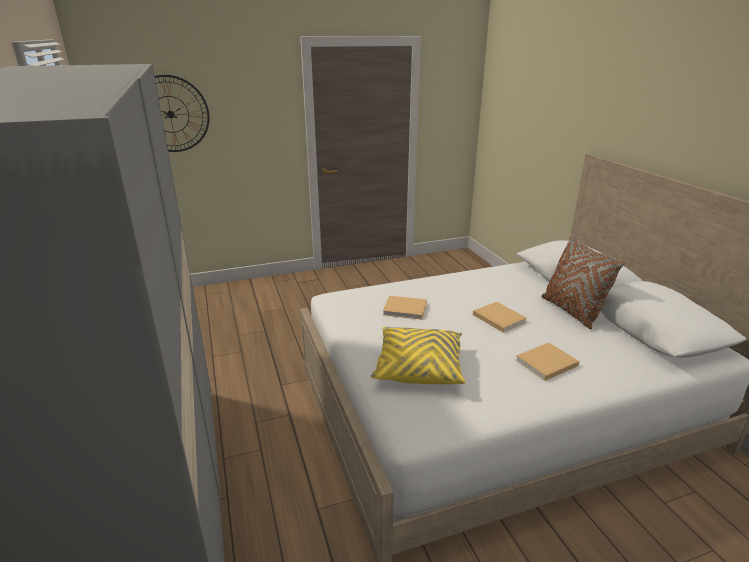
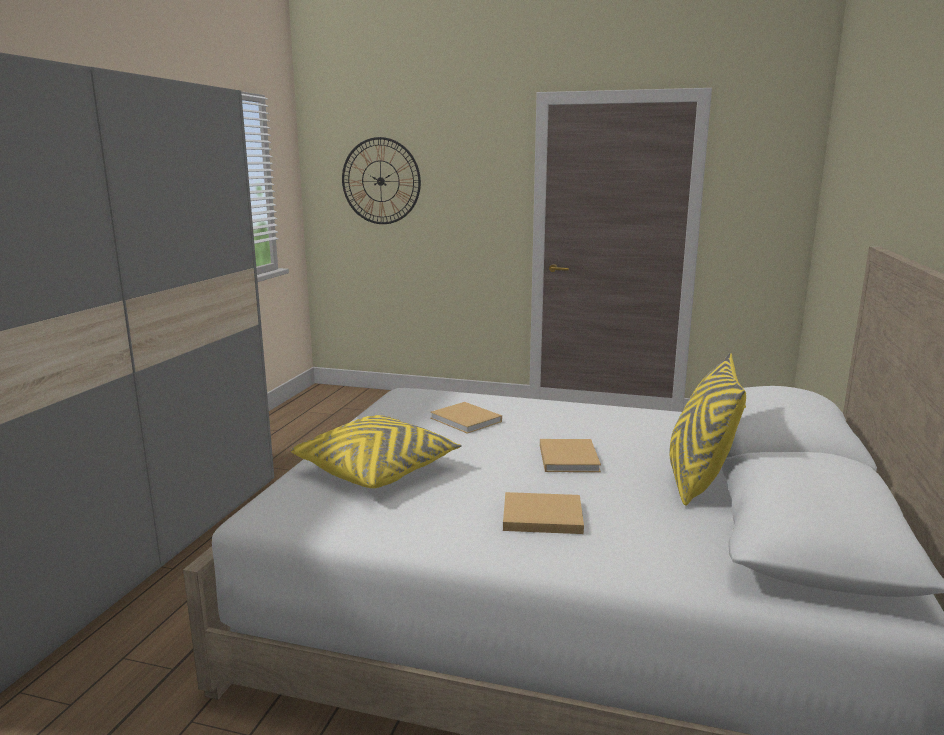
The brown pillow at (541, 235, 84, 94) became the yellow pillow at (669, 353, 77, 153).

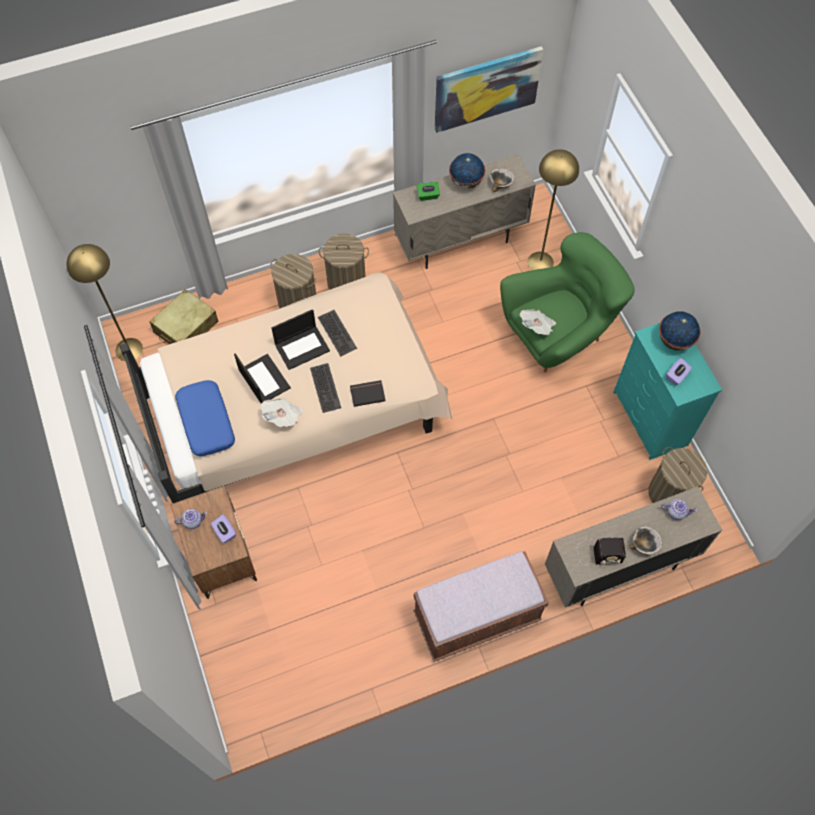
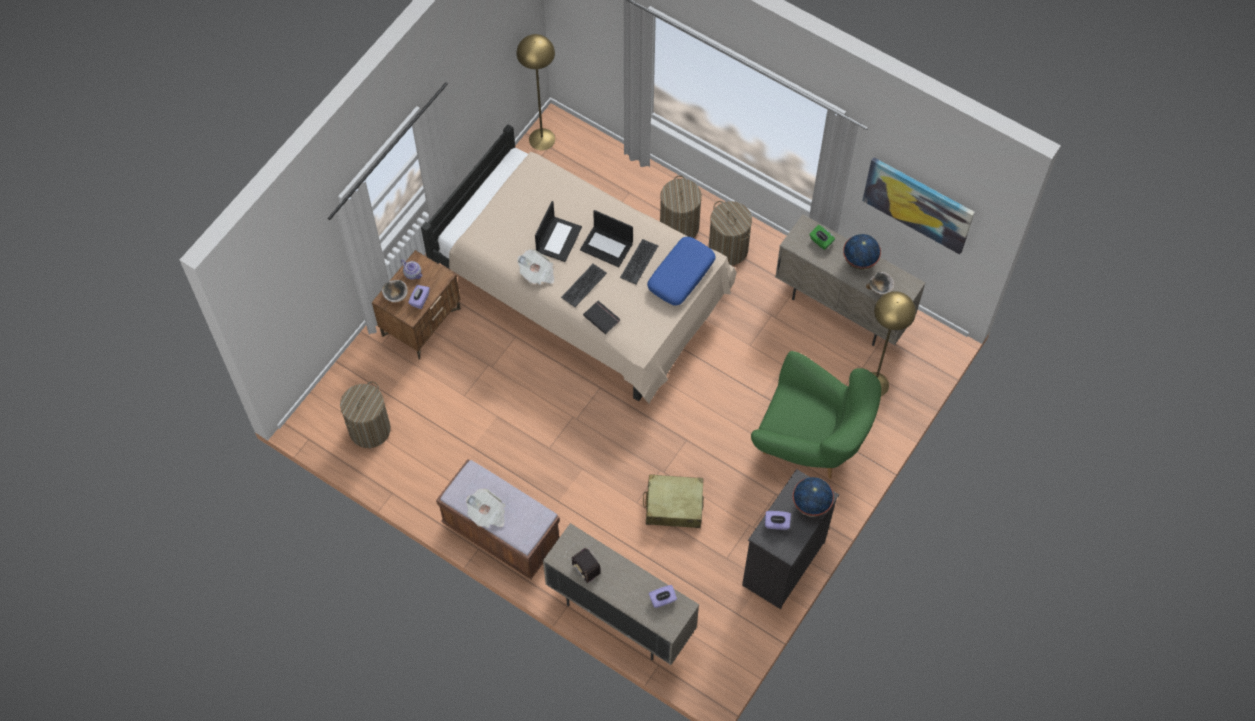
The beige suitcase moved from (149, 289, 69, 56) to (643, 474, 61, 54). The blue pillow moved from (175, 380, 60, 76) to (647, 237, 69, 68). The newspaper moved from (520, 310, 36, 25) to (466, 489, 39, 39). The bowl moved from (629, 527, 33, 28) to (382, 280, 26, 22). The laundry basket moved from (648, 447, 59, 56) to (340, 381, 51, 67). The teapot at (661, 499, 36, 21) was replaced by the purple tissue box at (649, 585, 28, 23). The turquoise dresser at (613, 323, 109, 137) became the black dresser at (742, 469, 97, 140).

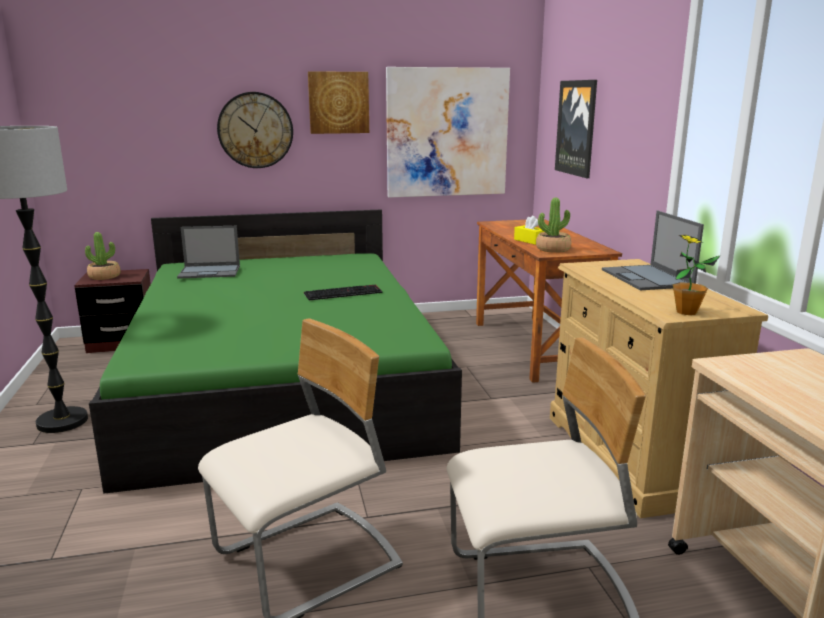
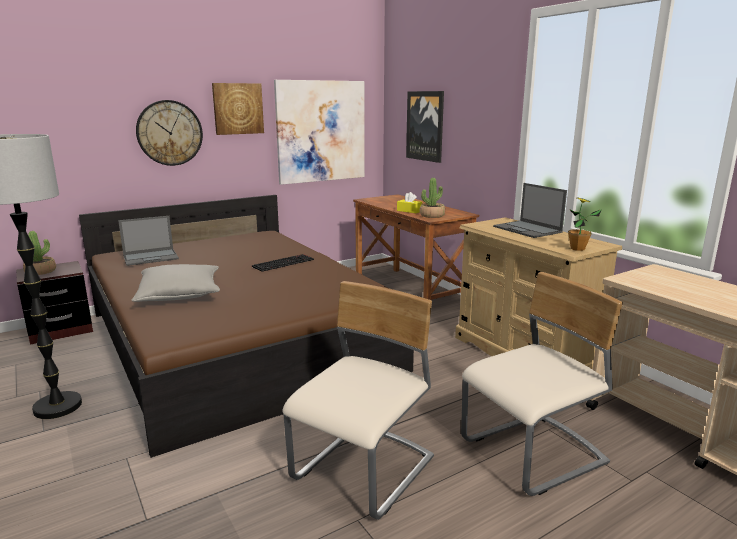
The grey pillow at (132, 264, 88, 38) appeared. The green bed at (89, 210, 373, 284) became the brown bed at (79, 195, 335, 263).

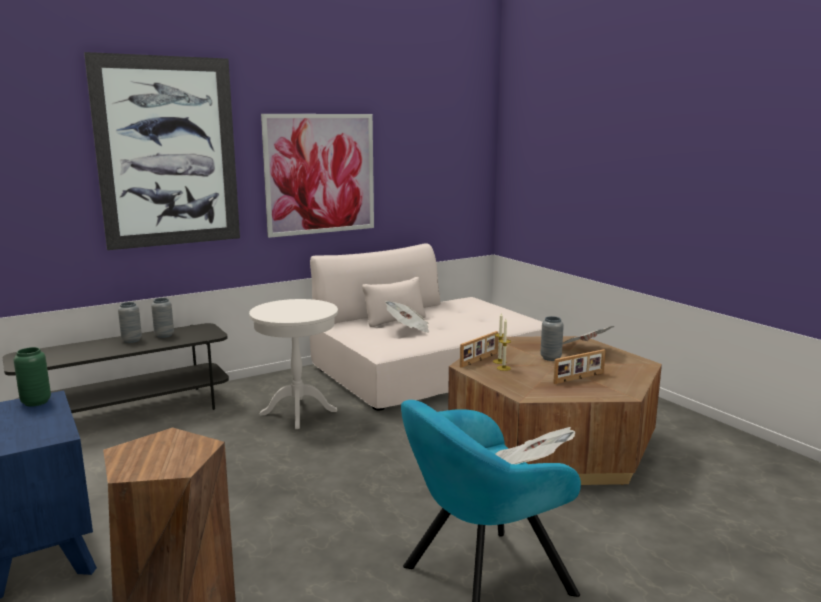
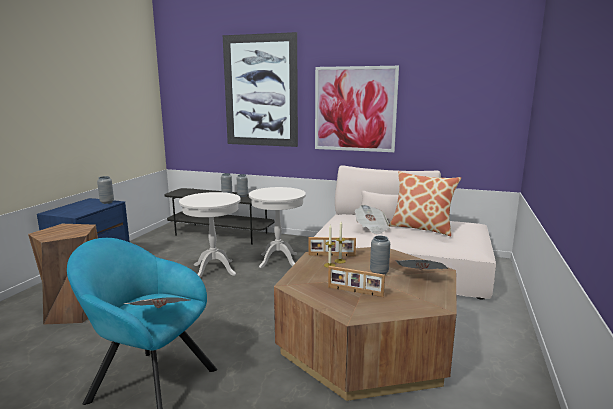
The white side table at (179, 192, 62, 86) appeared. The pillow at (389, 171, 72, 65) appeared. The green vase at (14, 347, 37, 60) became the grey vase at (97, 176, 17, 28).

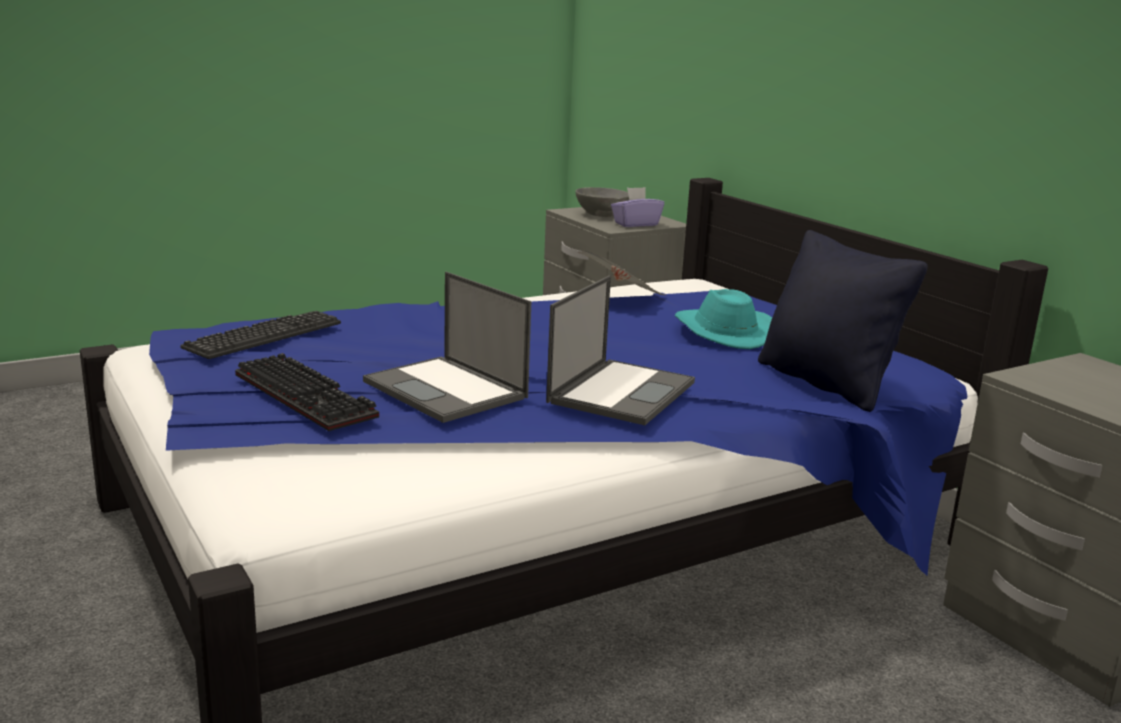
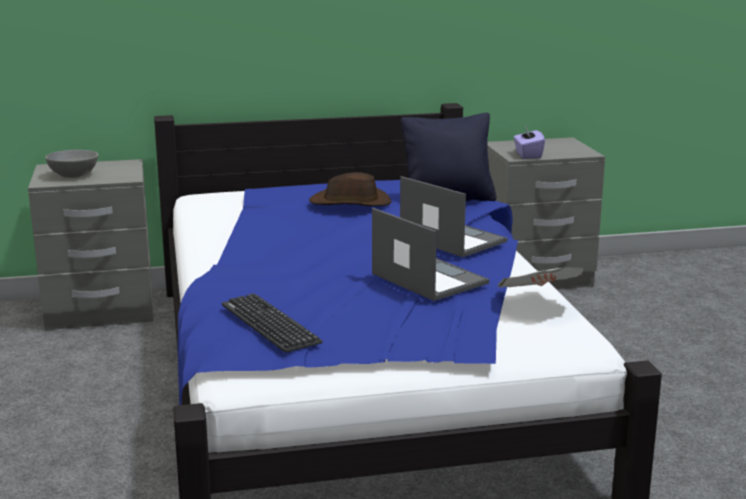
The keyboard at (235, 353, 144, 78) disappeared. The newspaper moved from (578, 251, 87, 44) to (498, 267, 86, 20). The purple tissue box moved from (611, 187, 53, 40) to (514, 126, 31, 33). The turquoise hat at (675, 289, 97, 60) became the brown hat at (309, 172, 82, 34). The laptop at (363, 272, 168, 151) turned 105 degrees counterclockwise.

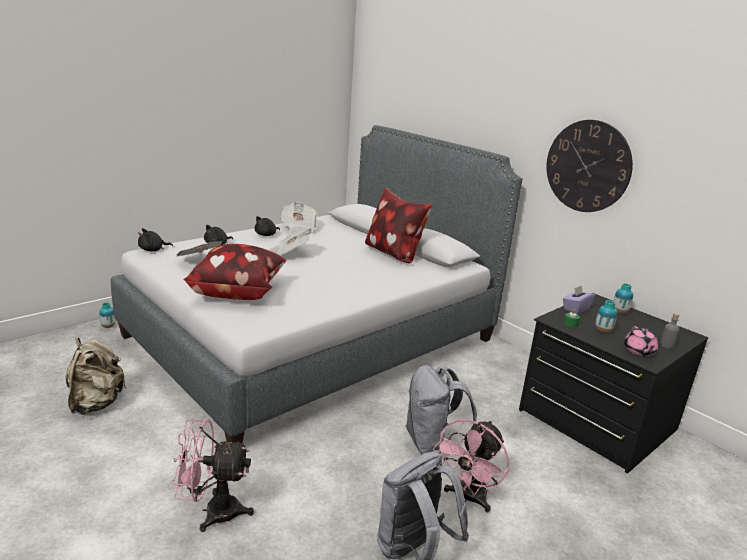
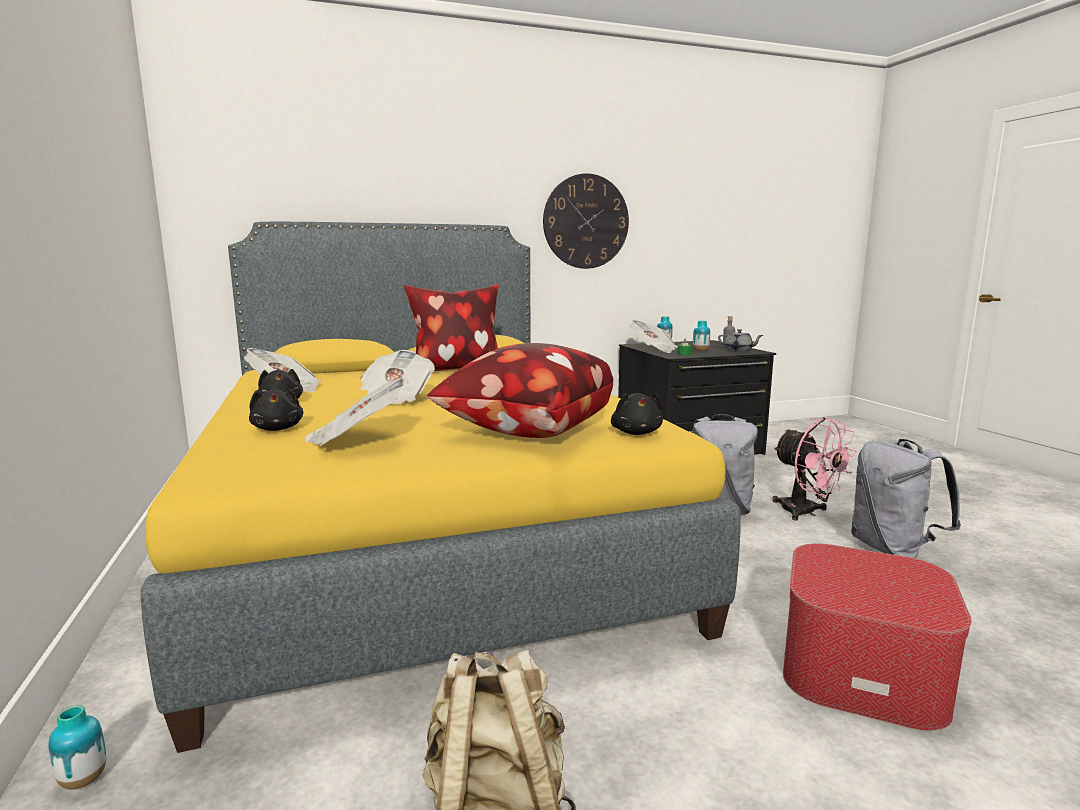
The black plush toy moved from (138, 228, 35, 23) to (611, 393, 52, 42). The pink fan at (172, 419, 82, 113) was replaced by the ottoman at (783, 543, 188, 188). The purple tissue box at (563, 285, 32, 29) was replaced by the newspaper at (629, 320, 49, 33). The grey bed at (111, 125, 411, 318) became the yellow bed at (141, 222, 600, 531). The pink teapot at (624, 326, 34, 30) became the grey teapot at (718, 329, 45, 23).

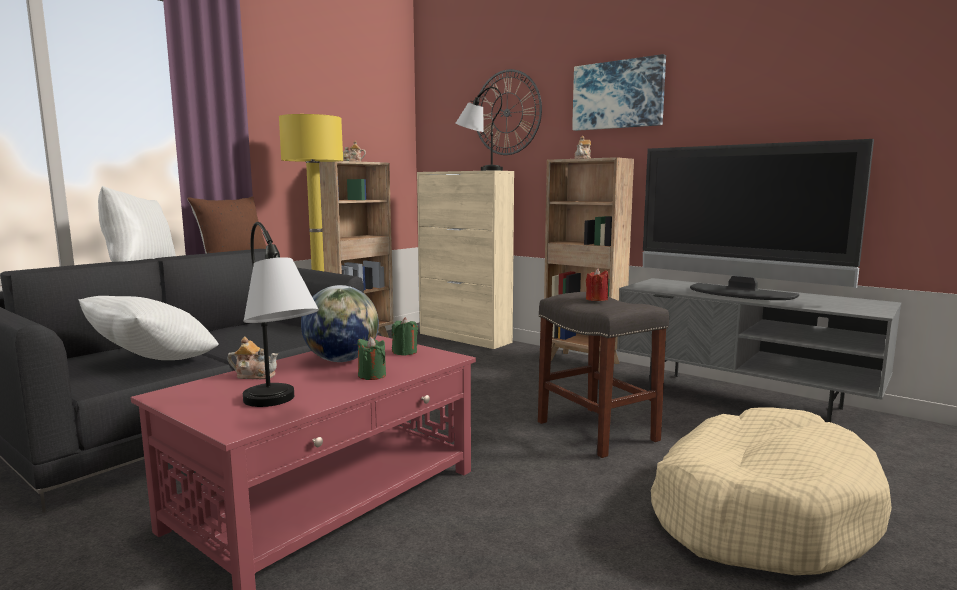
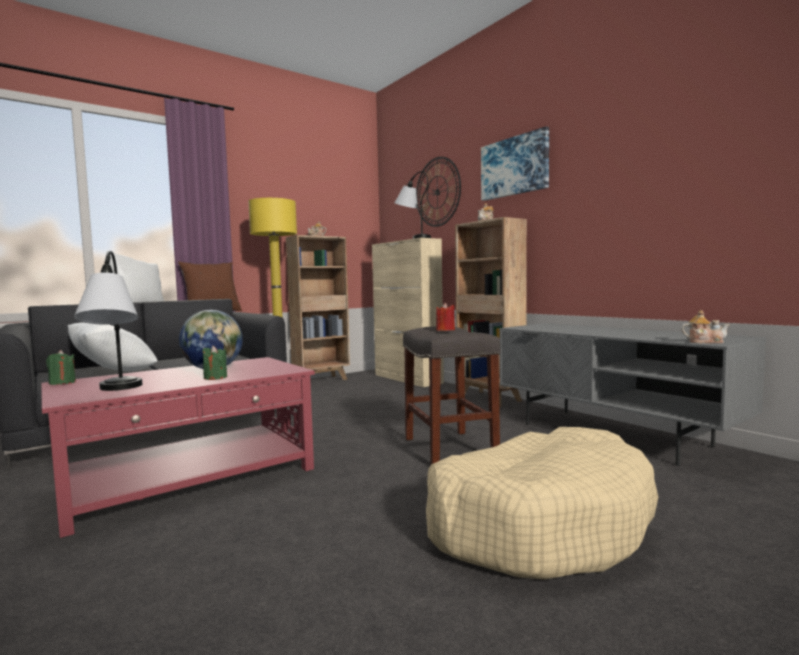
The television at (643, 139, 231, 161) disappeared. The teapot moved from (227, 336, 51, 43) to (681, 310, 49, 34). The green candle moved from (392, 317, 26, 39) to (46, 350, 30, 35).

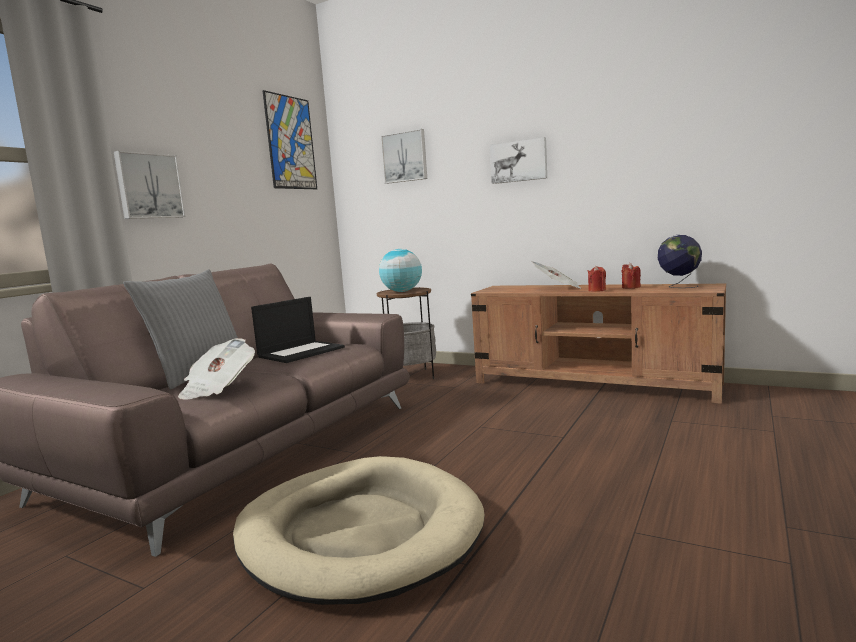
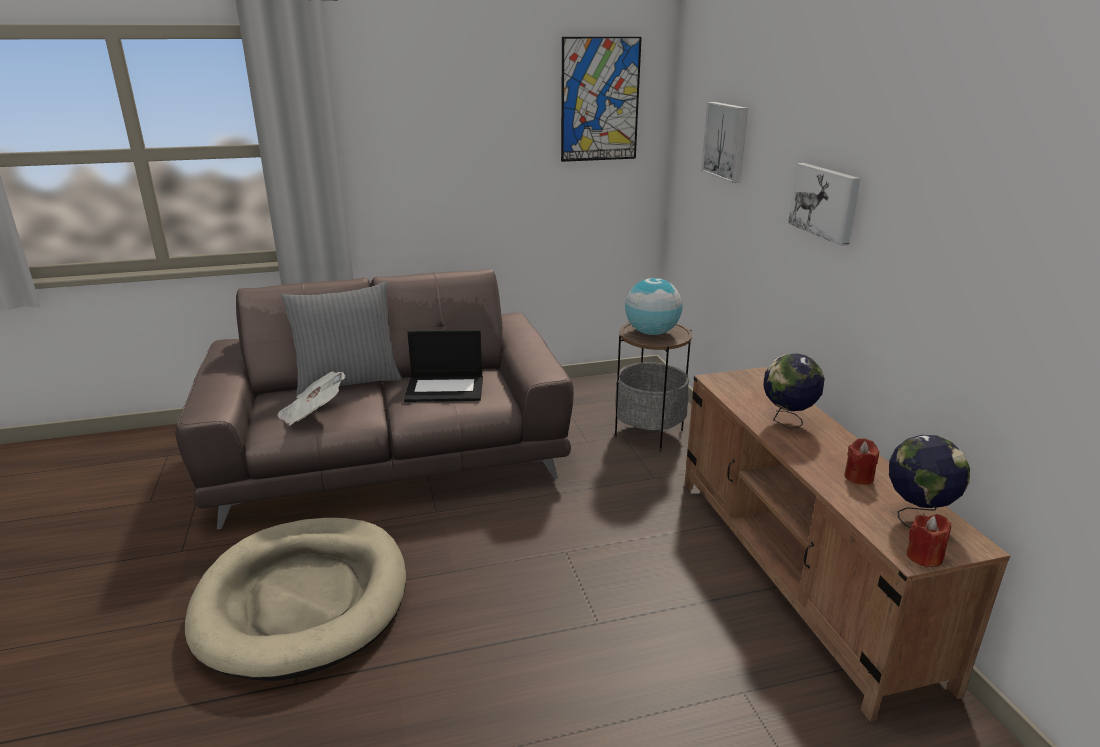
The picture at (114, 151, 71, 68) disappeared. The red candle moved from (588, 266, 18, 26) to (907, 514, 44, 54). The newspaper at (531, 261, 50, 28) was replaced by the globe at (764, 353, 61, 76).

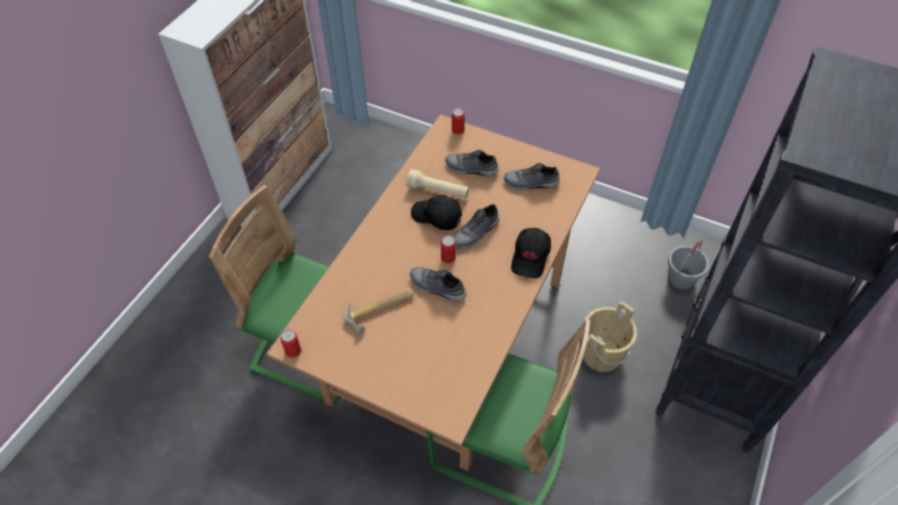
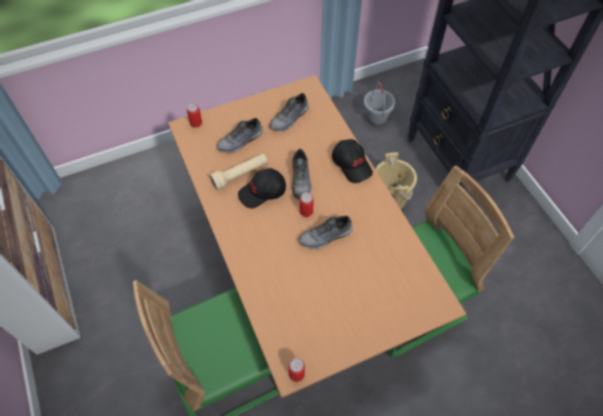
The hammer at (344, 288, 70, 47) disappeared.

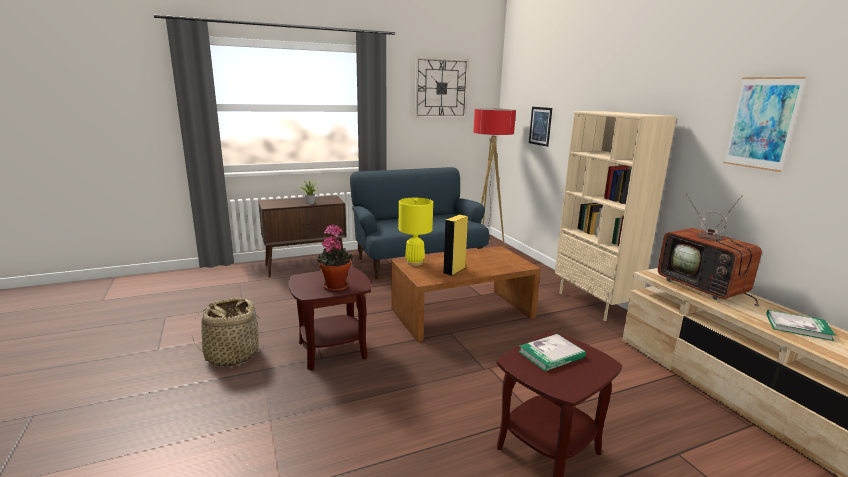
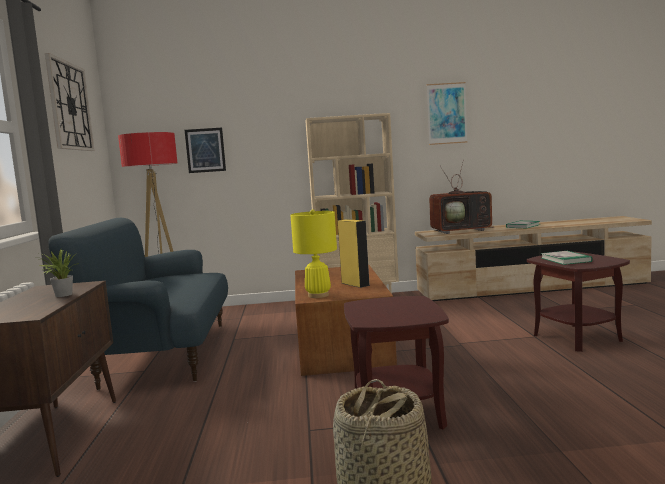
The potted plant at (318, 224, 36, 68) disappeared.

